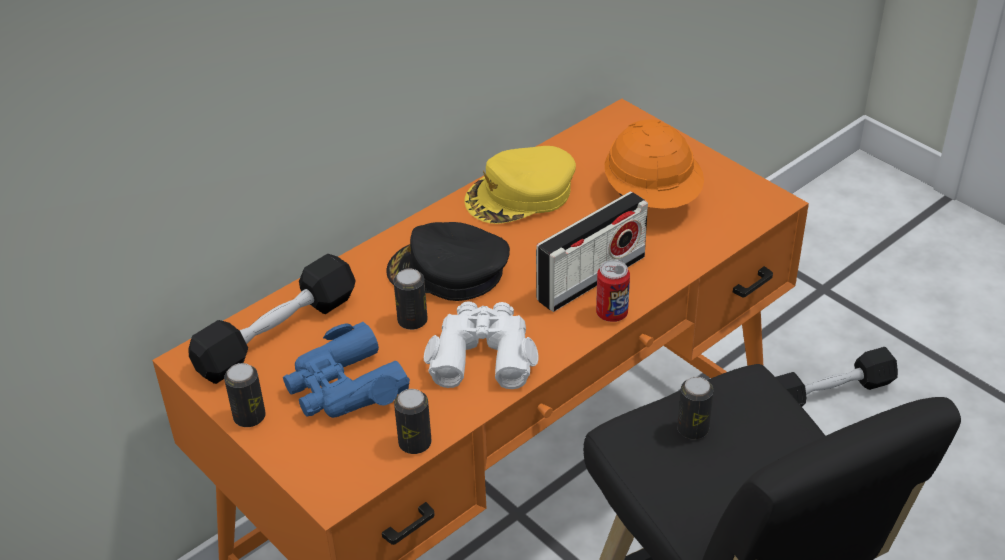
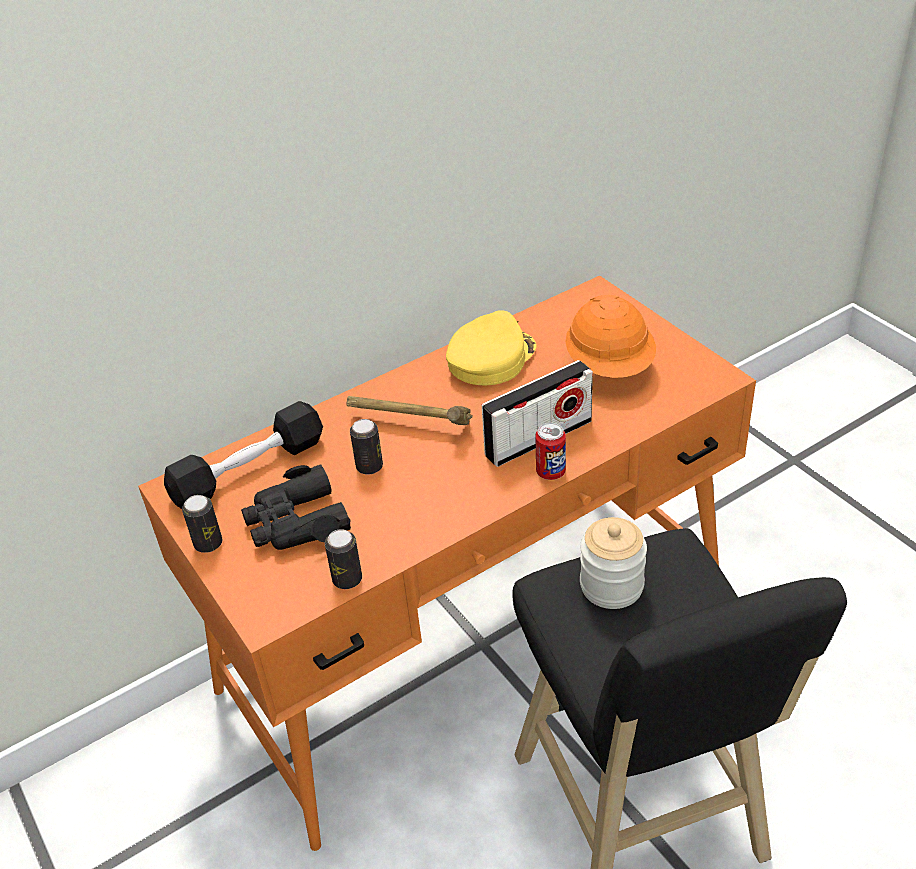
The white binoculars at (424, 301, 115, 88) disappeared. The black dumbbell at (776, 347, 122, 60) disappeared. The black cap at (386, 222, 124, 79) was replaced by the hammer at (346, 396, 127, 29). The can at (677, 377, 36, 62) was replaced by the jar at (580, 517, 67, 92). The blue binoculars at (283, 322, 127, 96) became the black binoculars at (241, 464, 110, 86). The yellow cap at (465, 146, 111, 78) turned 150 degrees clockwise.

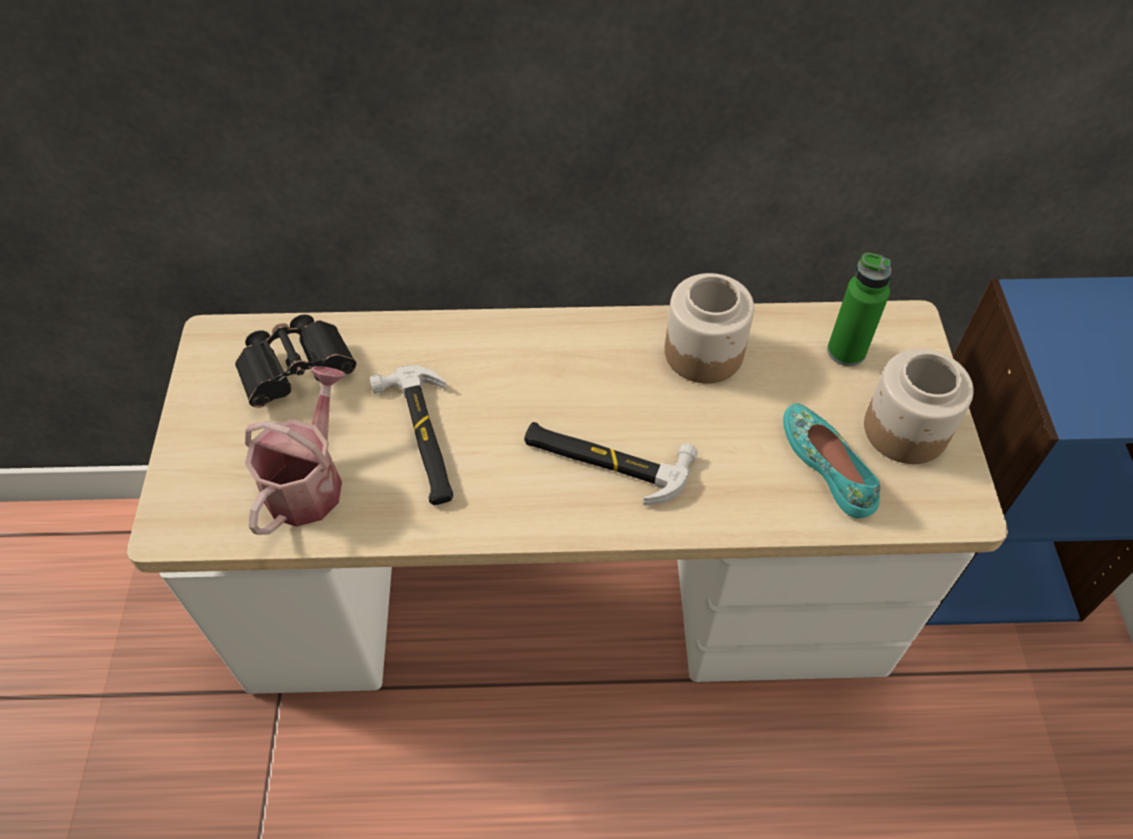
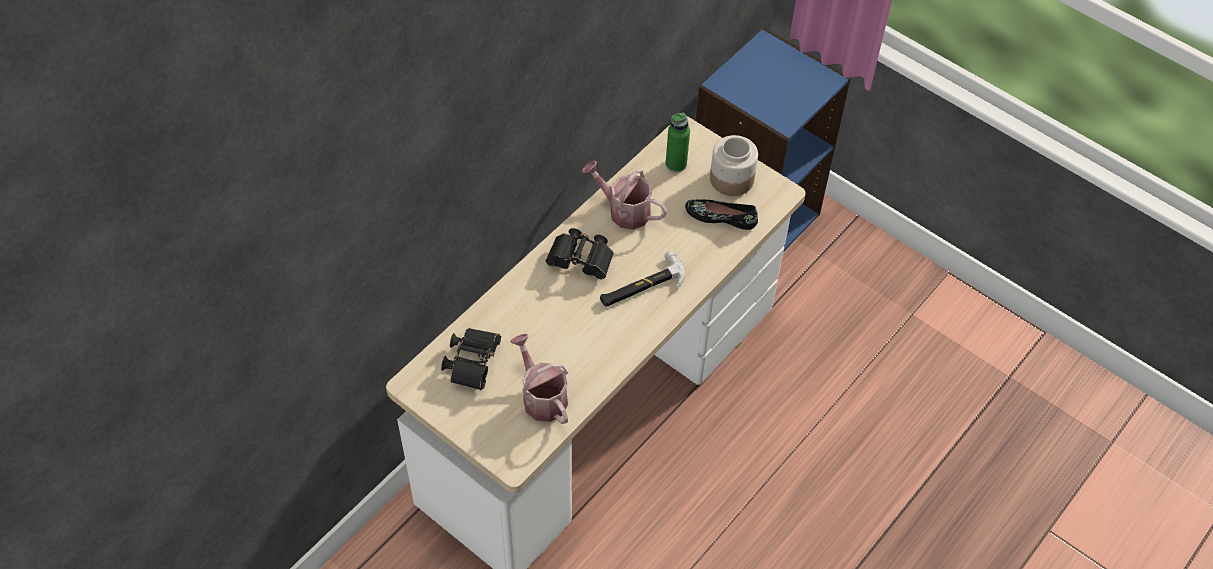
The hammer at (370, 365, 83, 140) disappeared. The black binoculars at (546, 228, 68, 51) appeared. The jar at (665, 273, 89, 111) was replaced by the watering can at (582, 161, 85, 69). The turquoise shoe at (783, 403, 98, 115) became the black shoe at (685, 200, 73, 30).

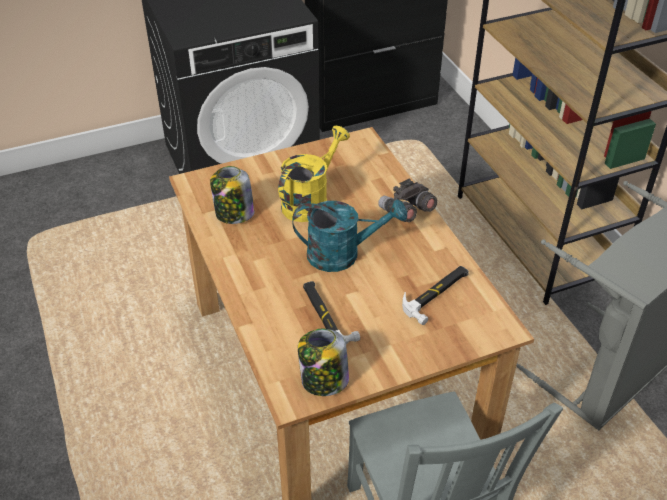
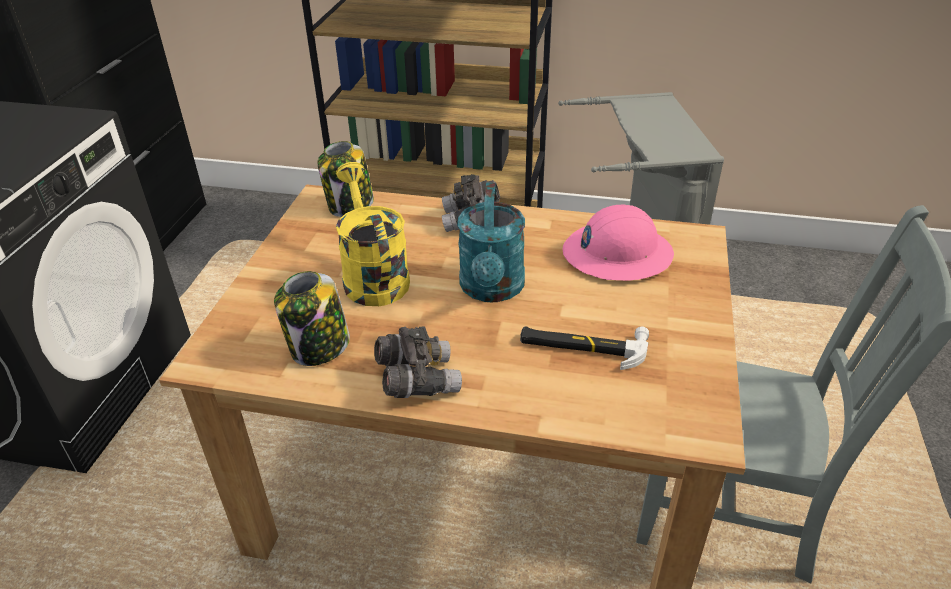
The grey binoculars at (374, 326, 88, 72) appeared. The jar moved from (298, 329, 51, 67) to (317, 141, 57, 76). The hammer at (402, 266, 67, 59) was replaced by the pink hard hat at (563, 205, 111, 76). The turquoise watering can at (292, 199, 115, 73) turned 150 degrees clockwise.

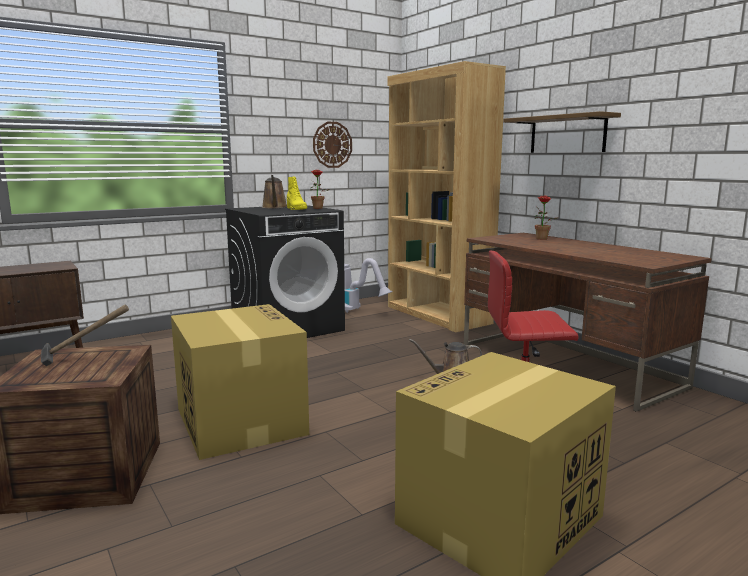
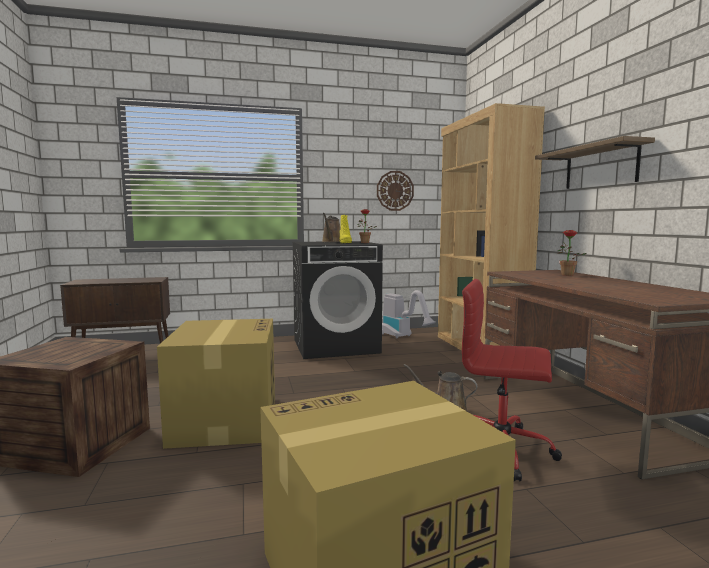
The hammer at (41, 304, 88, 62) disappeared.

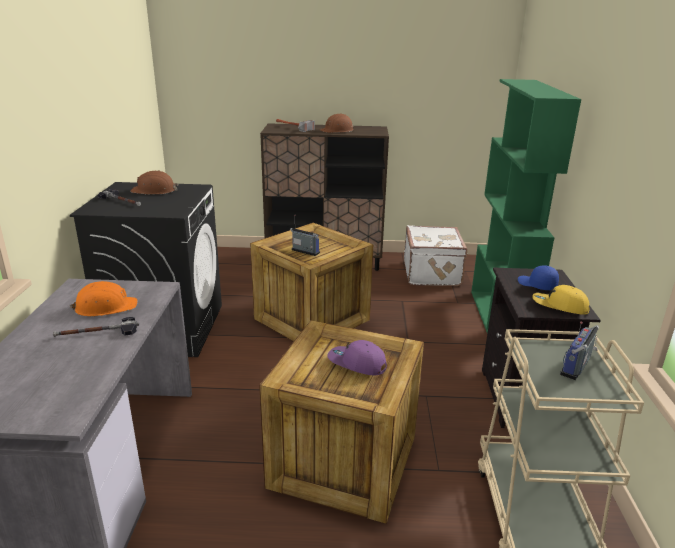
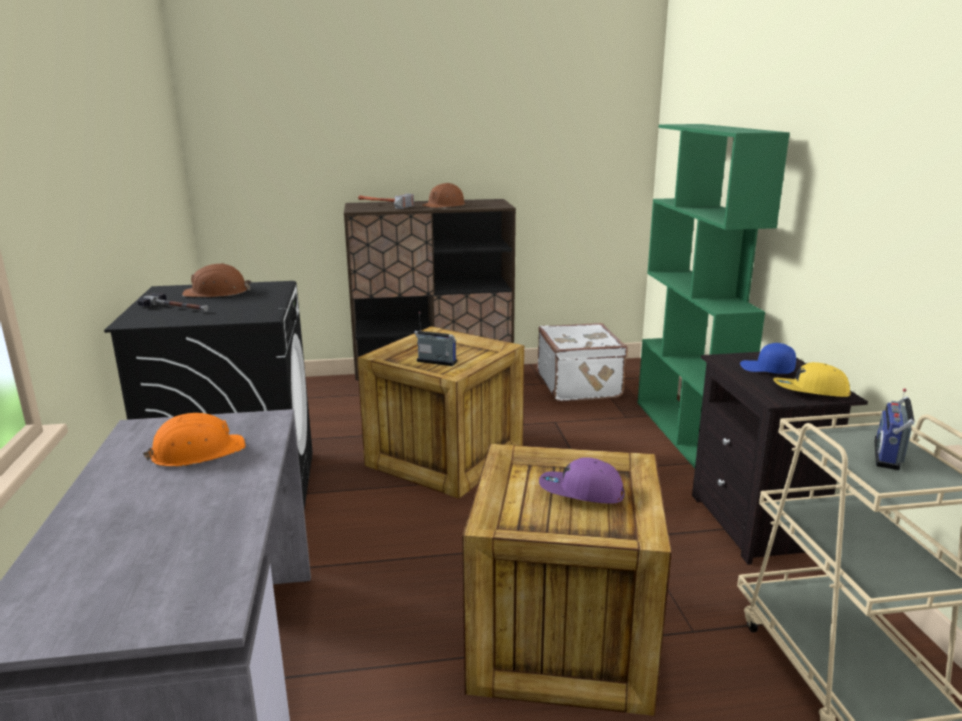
The hammer at (53, 317, 86, 20) disappeared.

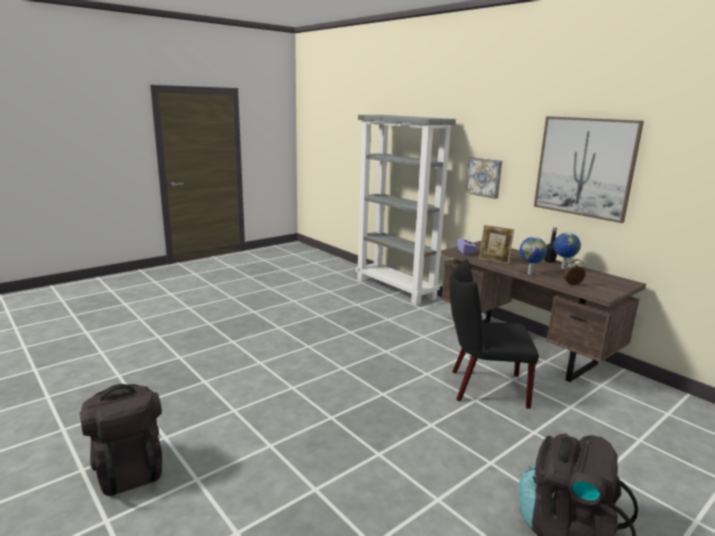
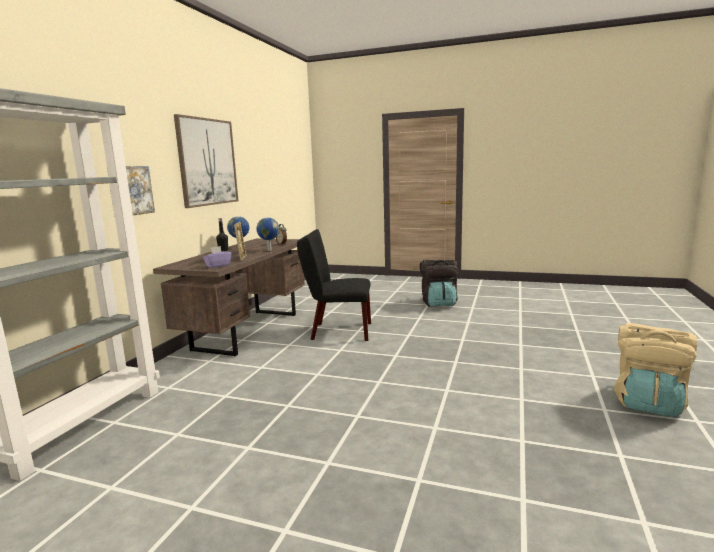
The black backpack at (79, 384, 83, 112) became the beige backpack at (614, 323, 83, 95). The black chair at (449, 260, 90, 149) turned 120 degrees clockwise.

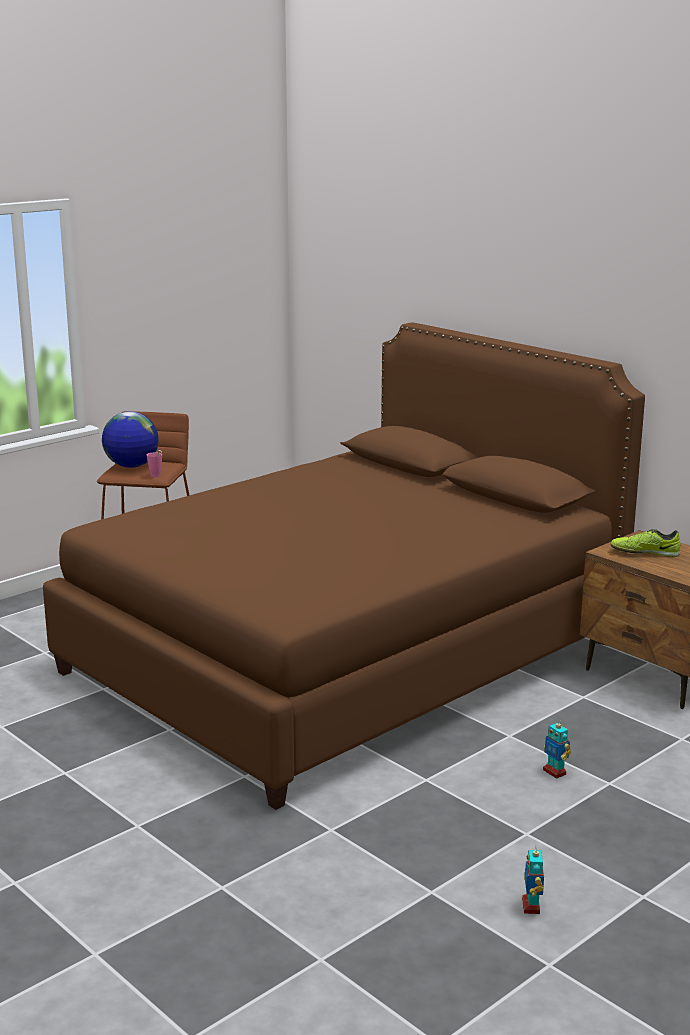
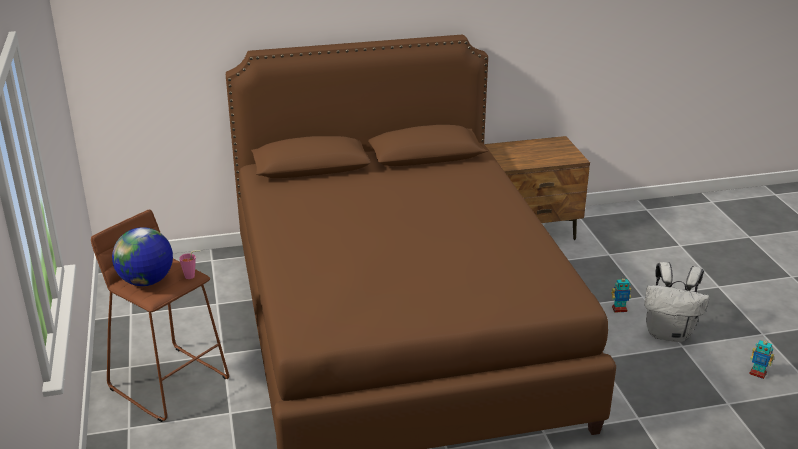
The shoe at (610, 529, 70, 28) disappeared. The white backpack at (644, 262, 65, 80) appeared.

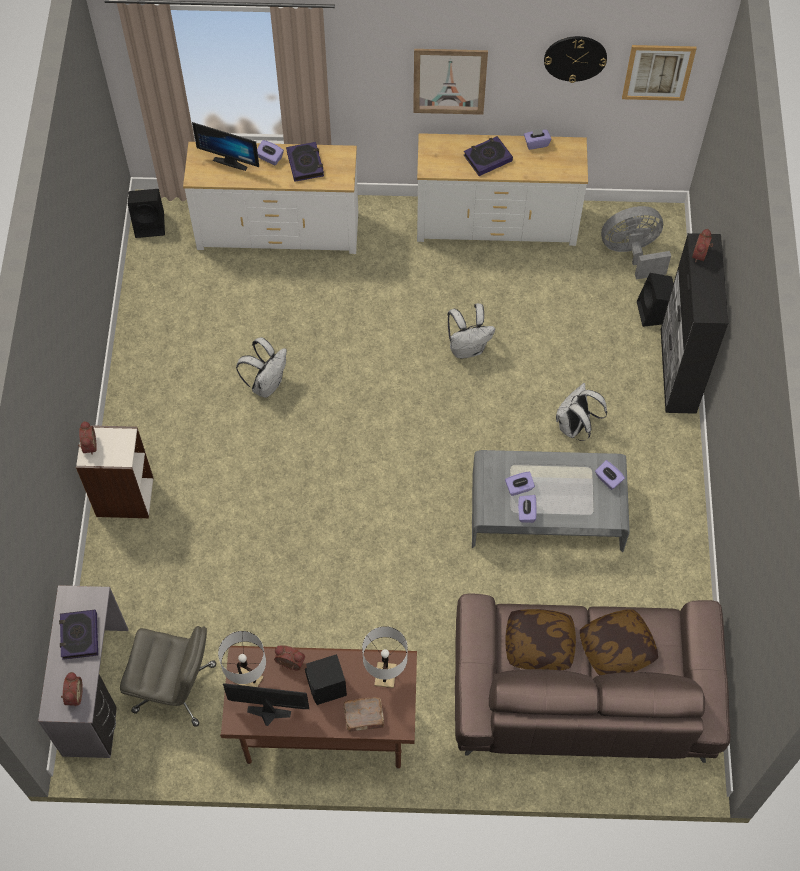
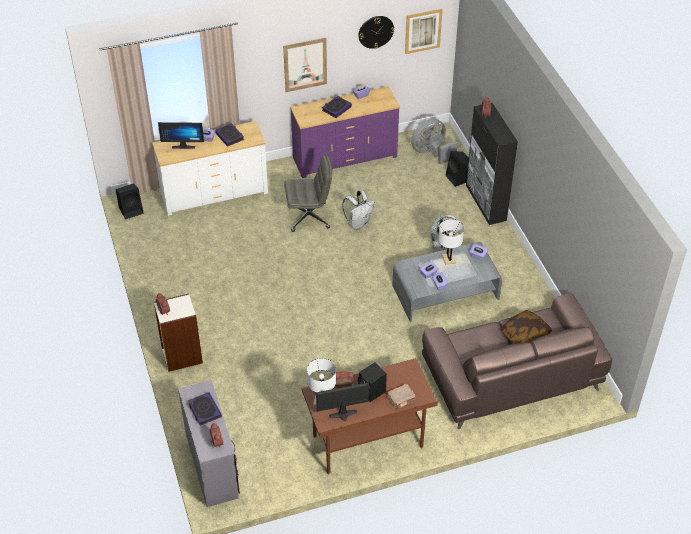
The white backpack at (236, 337, 51, 61) disappeared. The pillow at (505, 609, 71, 61) disappeared. The grey office chair moved from (120, 626, 96, 101) to (284, 155, 48, 77). The white table lamp moved from (362, 626, 46, 62) to (438, 219, 26, 46). The white dresser at (417, 133, 171, 113) became the purple dresser at (290, 86, 110, 92).

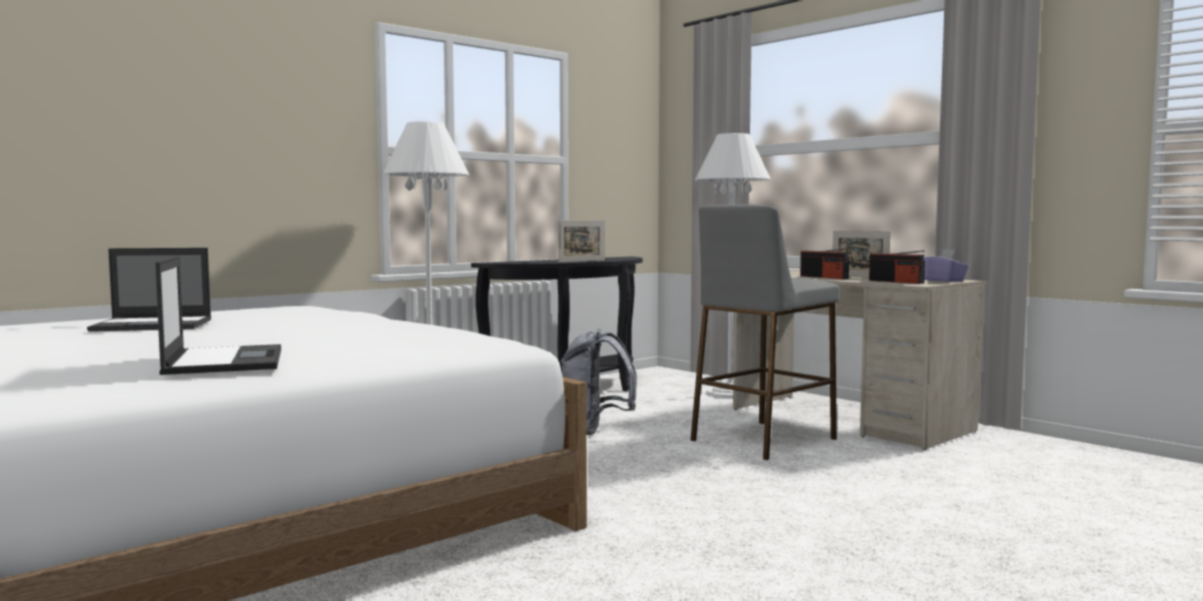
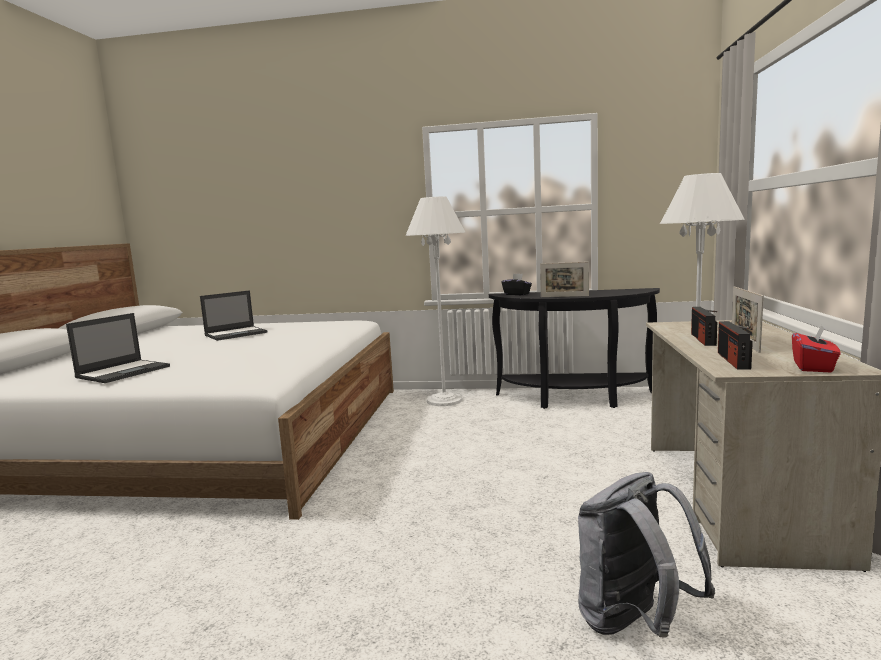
The grey stool at (690, 204, 150, 256) disappeared. The black tissue box at (502, 274, 30, 21) appeared. The grey backpack moved from (561, 328, 76, 107) to (578, 472, 137, 166). The purple tissue box at (924, 249, 45, 33) became the red tissue box at (792, 325, 48, 47). The laptop at (87, 248, 124, 84) turned 75 degrees counterclockwise.

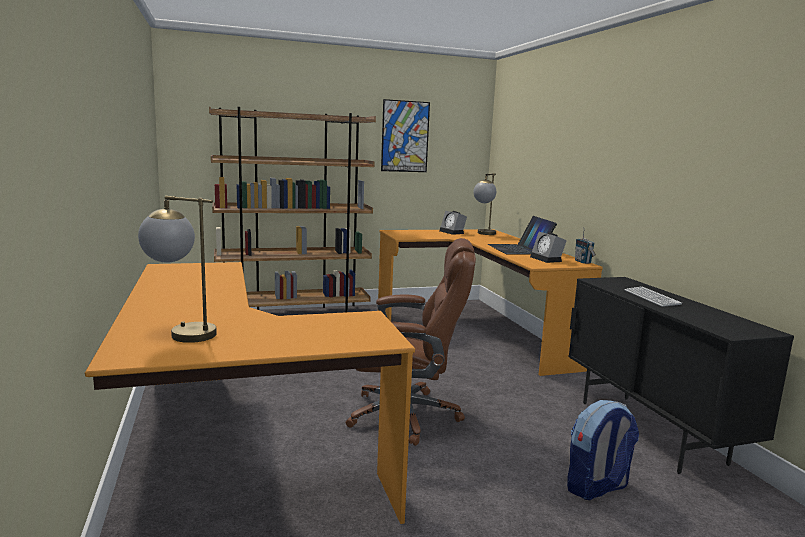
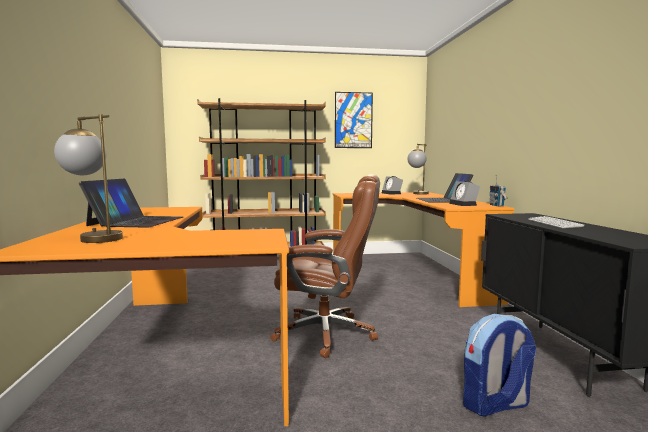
The laptop at (79, 179, 104, 49) appeared.

